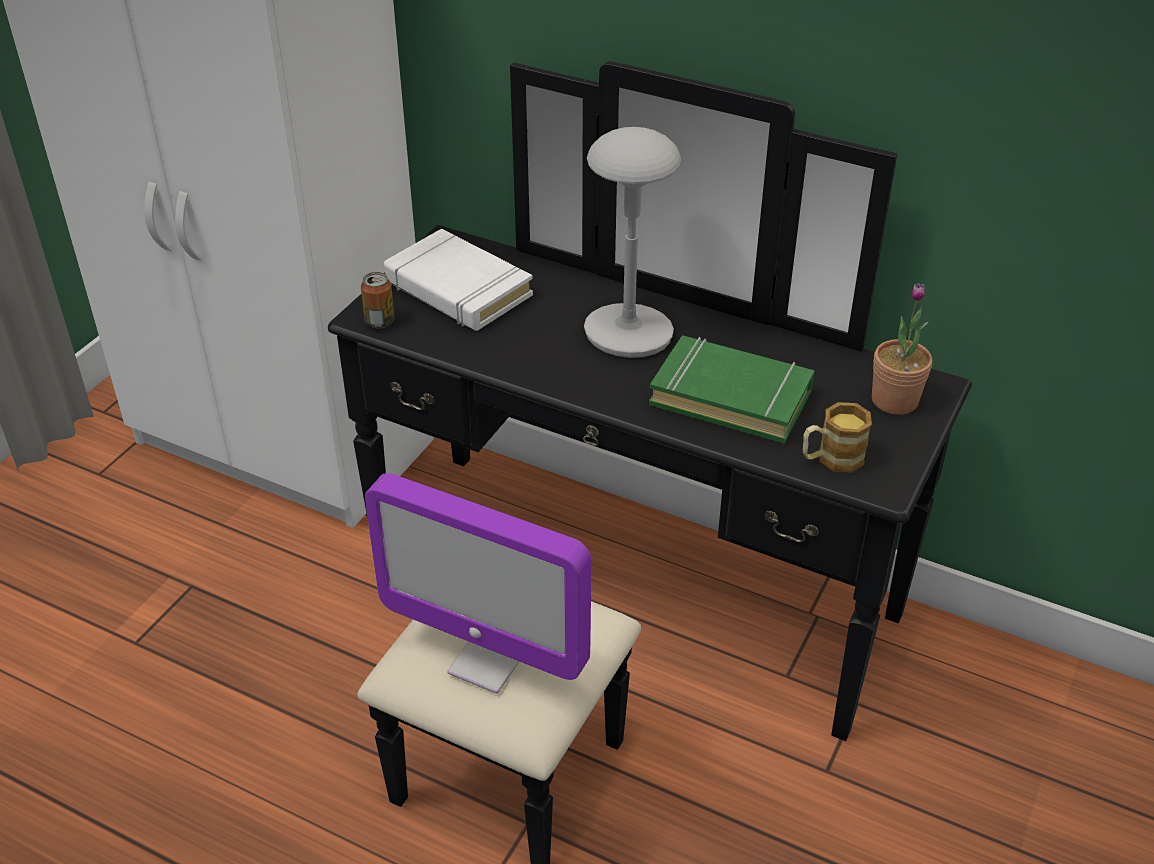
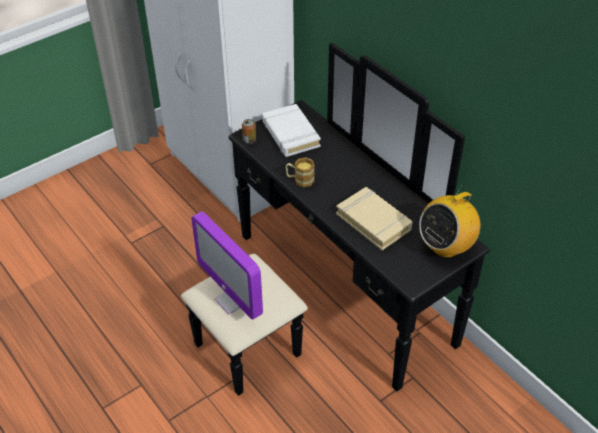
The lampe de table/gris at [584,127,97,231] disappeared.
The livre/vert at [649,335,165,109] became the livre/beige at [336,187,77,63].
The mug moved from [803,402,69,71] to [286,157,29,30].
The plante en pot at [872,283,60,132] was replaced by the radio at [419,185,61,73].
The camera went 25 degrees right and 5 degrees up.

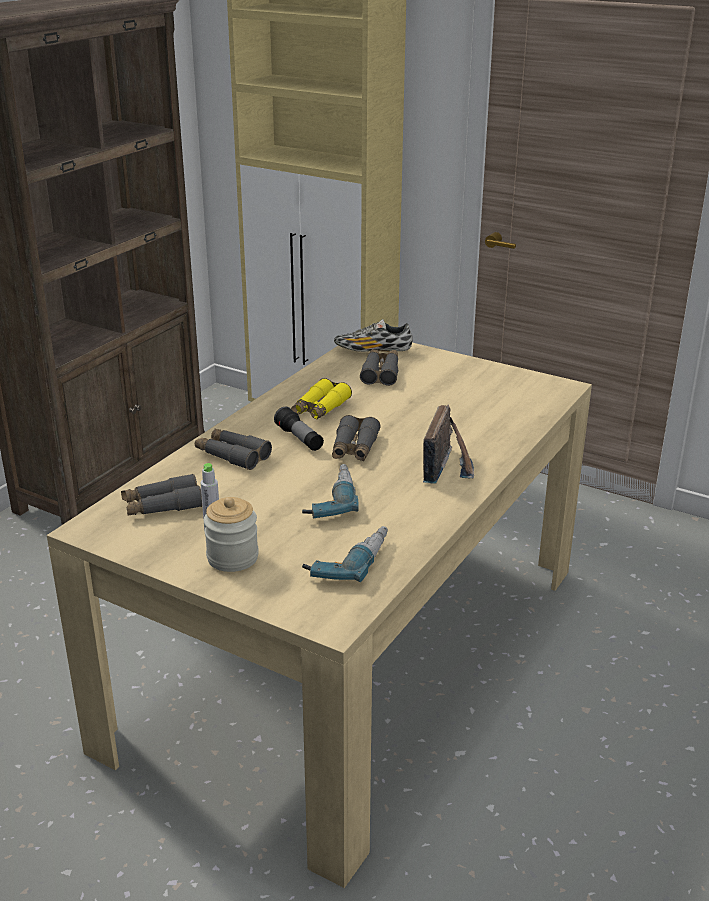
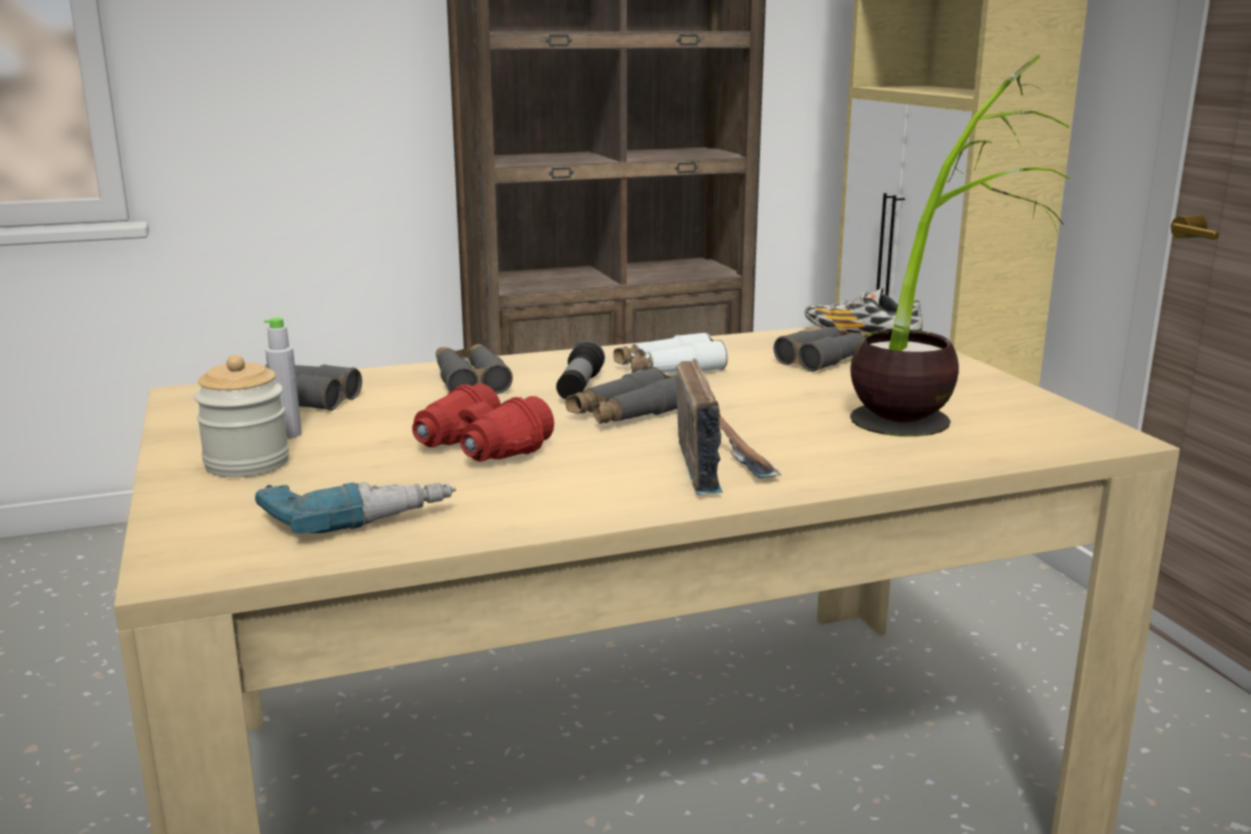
The jumelles/jaune at [291,378,61,42] became the jumelles/blanc at [613,332,115,41].
The perceuse at [302,464,56,54] was replaced by the jumelles/rouge at [412,384,142,78].
The radio at [423,404,51,80] turned 60 degrees counterclockwise.
The plante en pot at [850,55,220,382] appeared.
The camera went 40 degrees right and 10 degrees down.

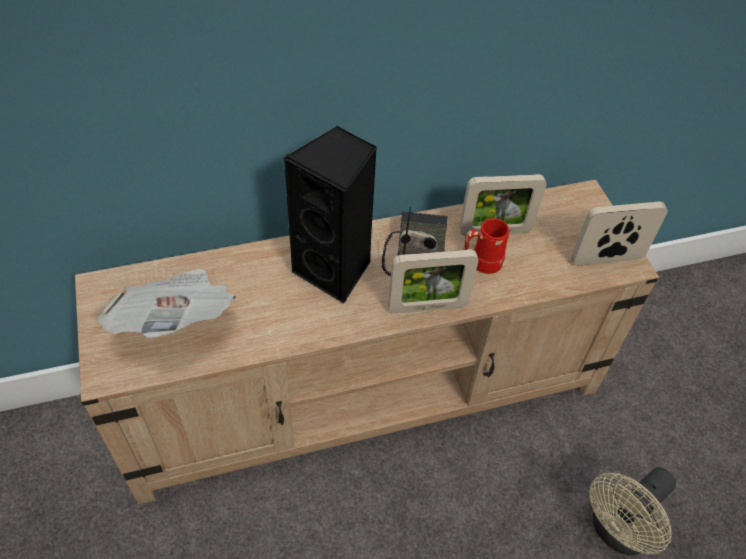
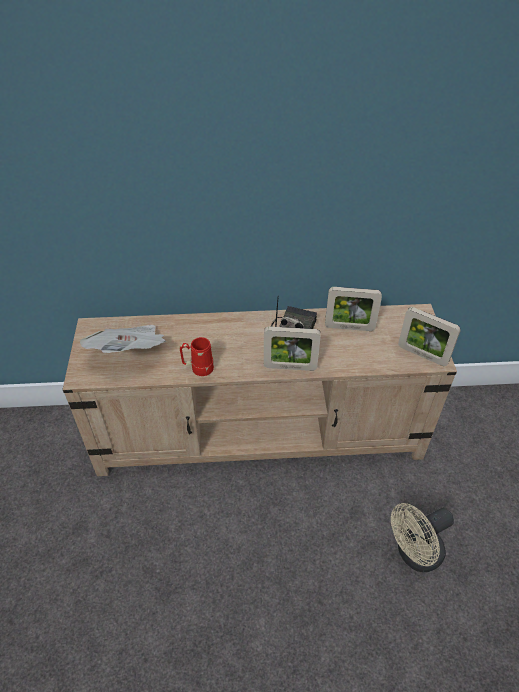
The enceinte/noir at [283,126,94,178] disappeared.
The mug/rouge moved from [463,218,46,56] to [179,337,35,39].
The cadre photo at [572,202,96,63] turned 150 degrees counterclockwise.
The camera went 15 degrees right and 5 degrees down.

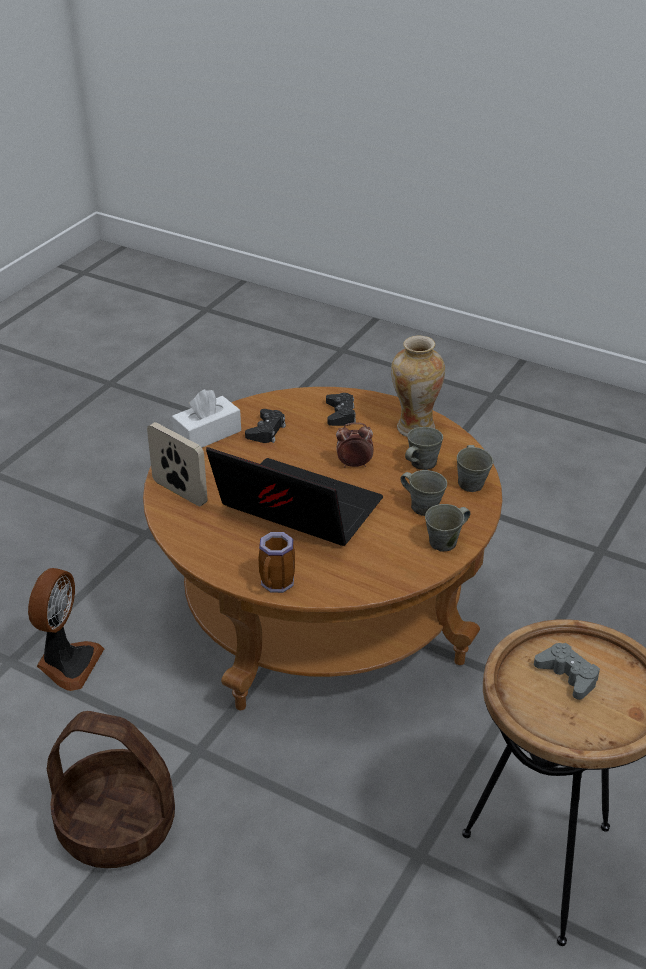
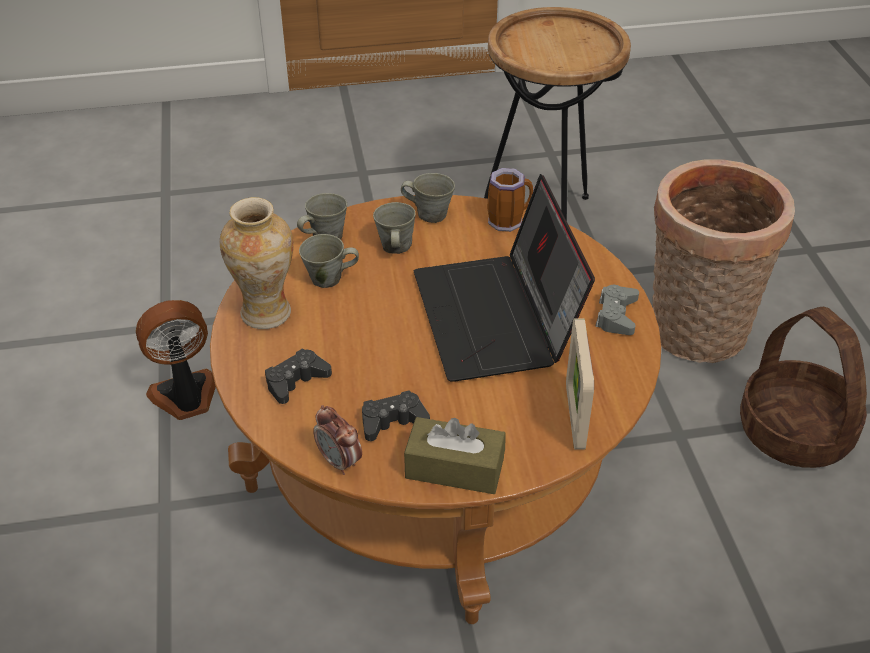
The ventilateur moved from [28,568,76,123] to [136,300,80,120].
The boîte à mouchoirs/blanc at [172,389,69,58] became the boîte à mouchoirs/marron at [404,417,102,77].
The mug moved from [259,532,36,61] to [487,168,46,64].
The réveil moved from [336,422,38,45] to [313,405,49,70].
The manette/gris moved from [534,643,66,57] to [596,285,43,50].
The panier at [653,159,142,204] appeared.
The camera went 130 degrees left and 5 degrees up.

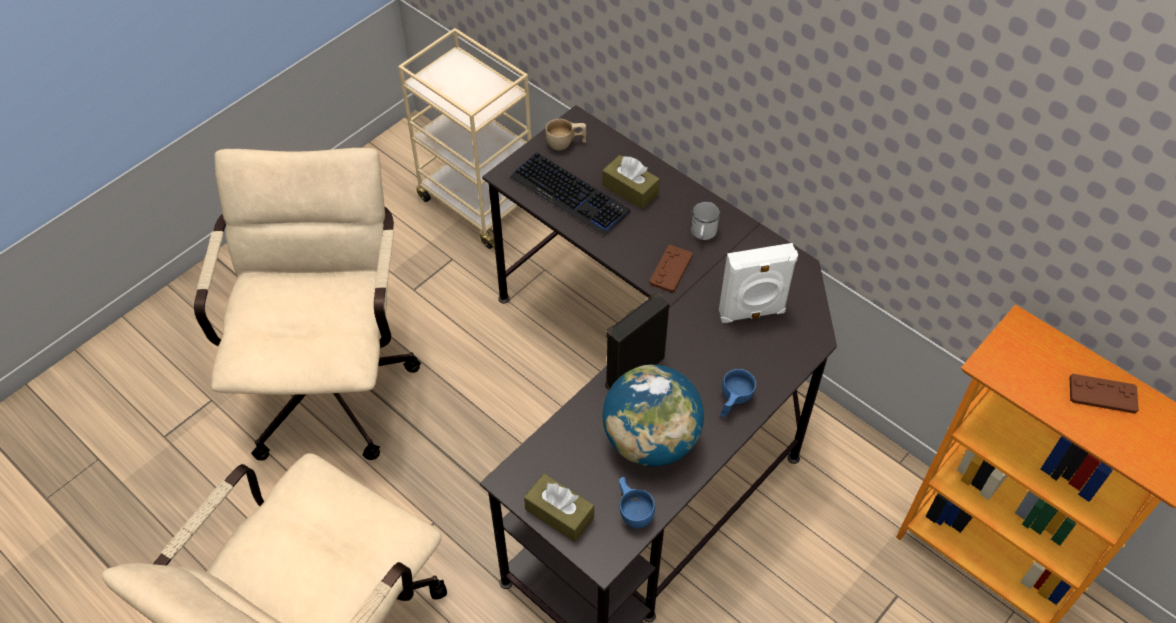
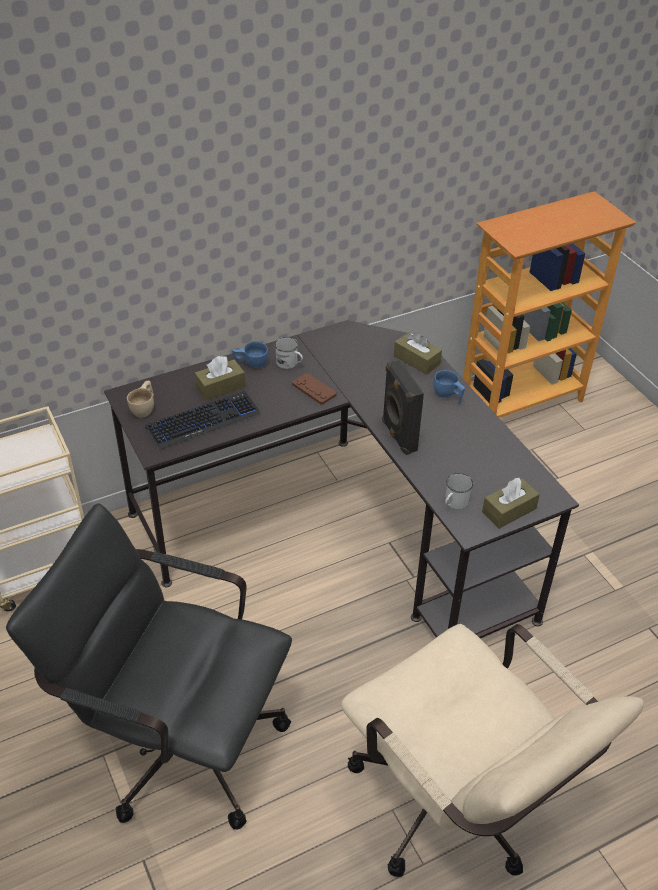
The chaise de bureau/beige at [194,148,227,313] became the chaise de bureau/noir at [6,503,286,327].
The globe at [603,365,101,102] disappeared.
The tasse/bleu moved from [619,477,36,52] to [232,341,36,27].
The enceinte/blanc at [719,243,79,80] disappeared.
The manette/marron at [1070,374,69,40] disappeared.
The boîte à mouchoirs/marron at [394,332,48,43] appeared.
The mug/blanc at [445,473,28,37] appeared.
The camera went 70 degrees left and 10 degrees down.

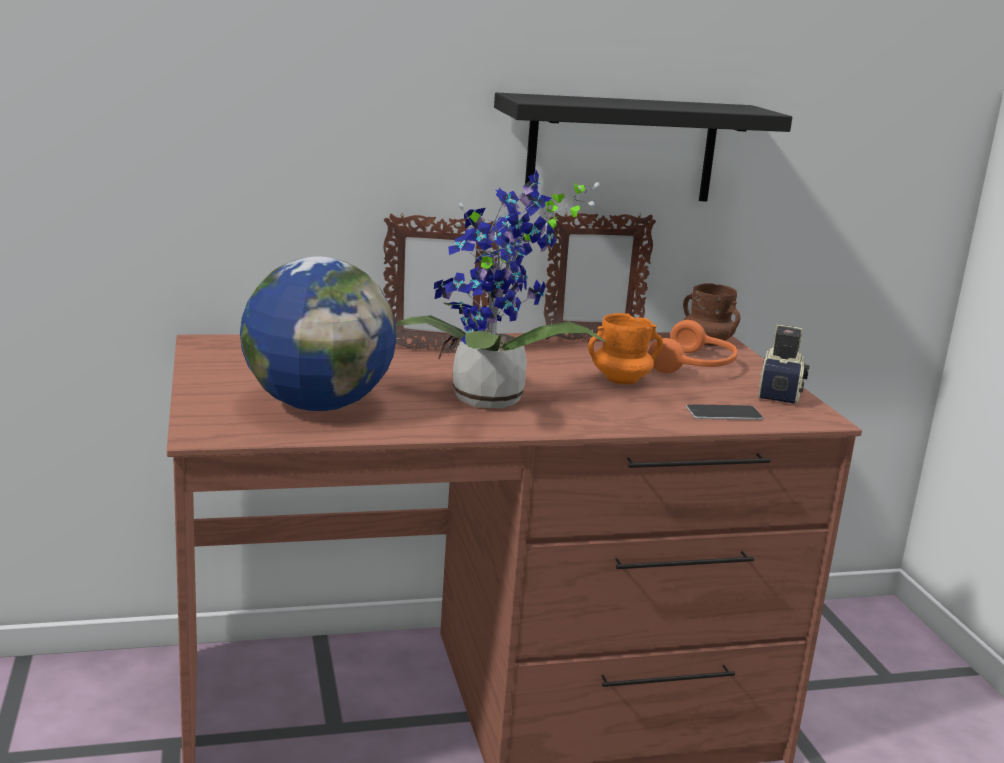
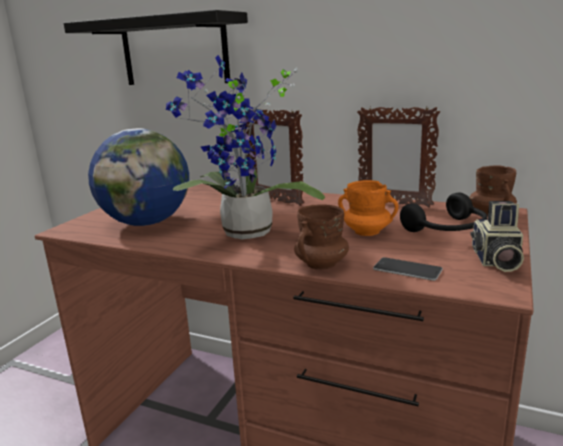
The étagère/noir moved from [494,93,298,108] to [64,10,184,75].
The casque audio/orange at [648,320,90,53] became the casque audio/noir at [400,193,87,39].
The appareil photo at [758,325,52,79] turned 135 degrees clockwise.
The mug/marron at [294,204,55,66] appeared.
The camera went 40 degrees right and 0 degrees up.

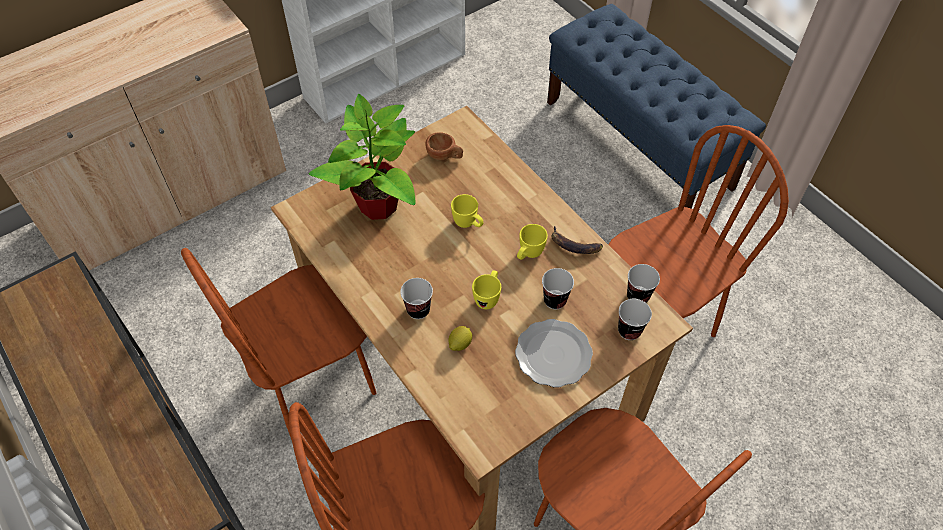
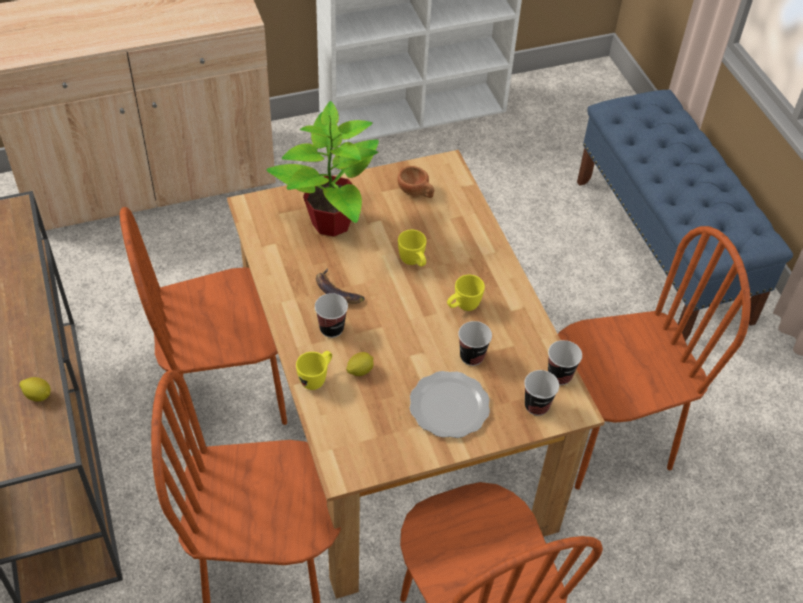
The mug/jaune moved from [472,270,29,39] to [296,351,36,39].
The banane moved from [551,226,52,28] to [316,269,49,35].
The citron at [19,377,32,25] appeared.
The camera went 15 degrees right and 5 degrees down.

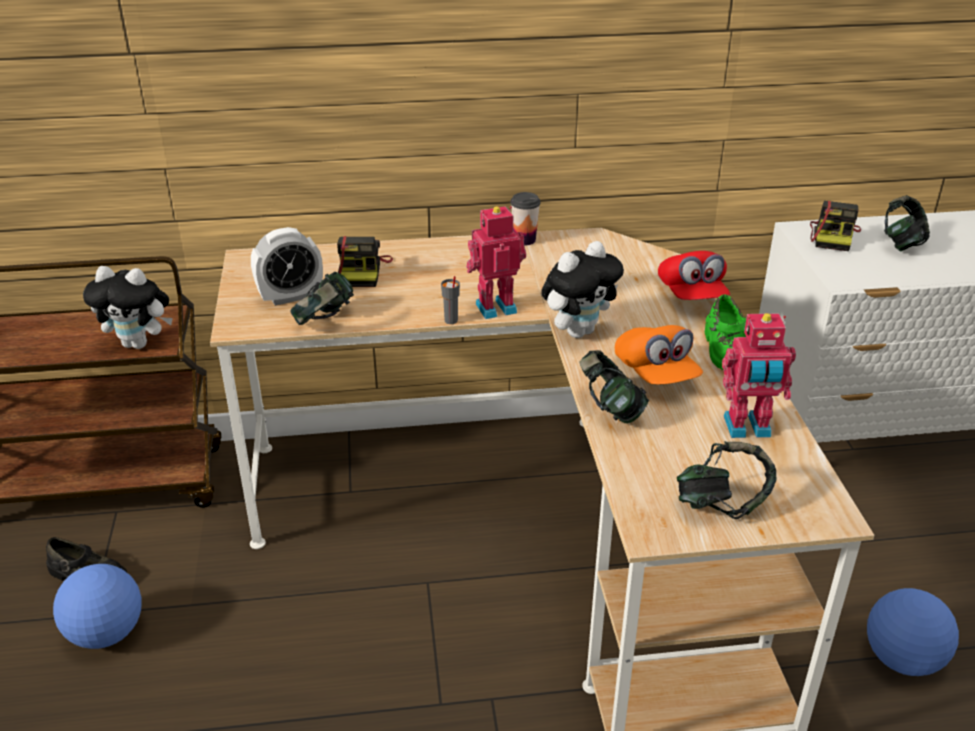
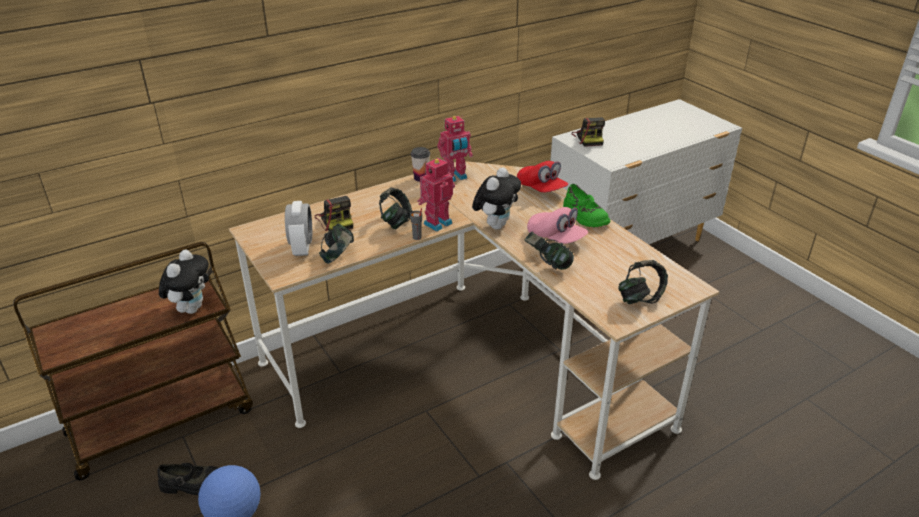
The peluche at [83,266,90,83] turned 60 degrees counterclockwise.
The réveil at [251,227,72,79] turned 45 degrees counterclockwise.
The casquette/orange at [615,325,88,59] became the casquette/rose at [527,207,61,37].
The robot jouet moved from [722,313,74,125] to [437,116,36,66].
The ballon de foot at [867,588,92,88] disappeared.
The casque audio moved from [884,195,46,56] to [379,188,33,41].
The camera went 25 degrees left and 0 degrees up.

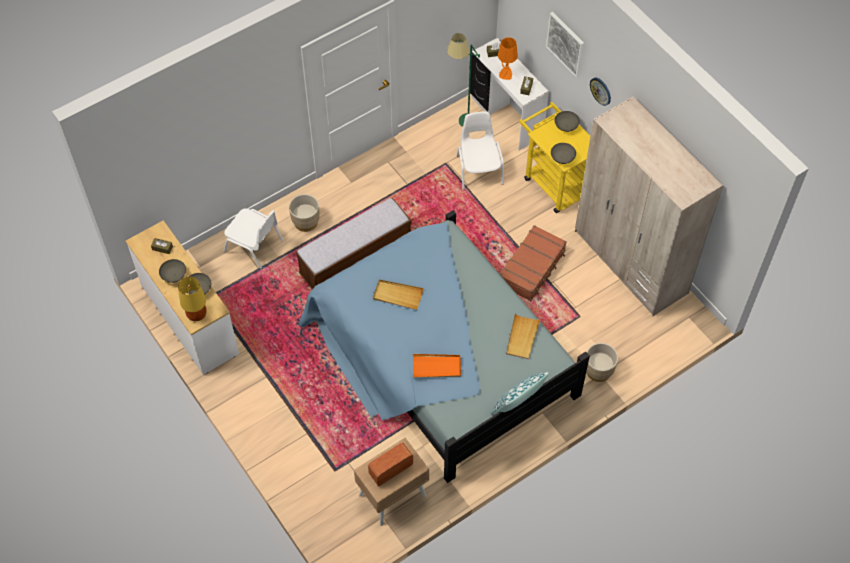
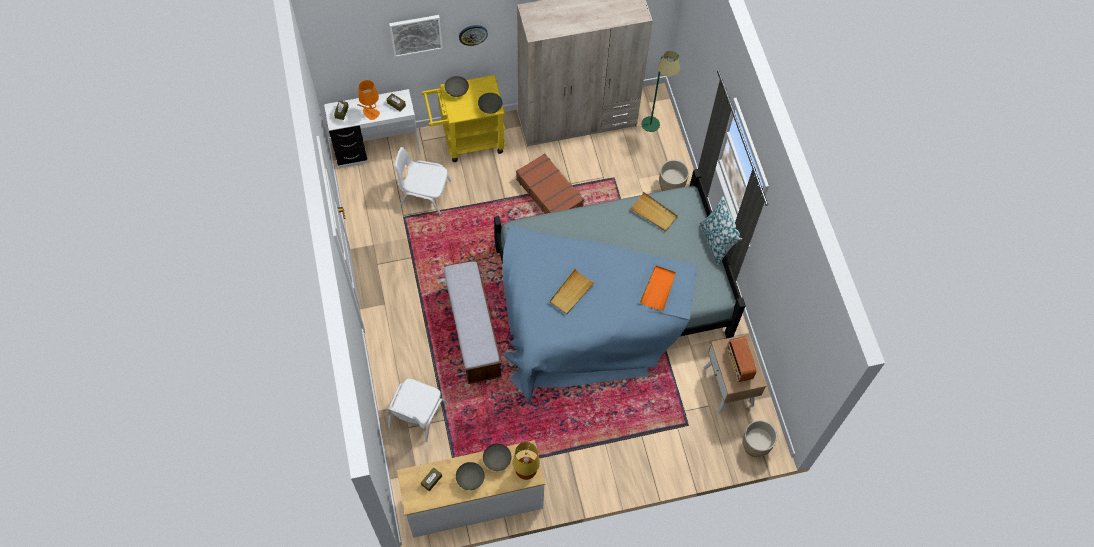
The chaise/blanc at [223,208,60,61] turned 150 degrees clockwise.
The cache-pot/beige moved from [289,194,31,38] to [742,420,35,37].
The lampadaire/vert moved from [447,33,33,94] to [641,51,39,81].
The camera went 70 degrees left and 5 degrees up.

